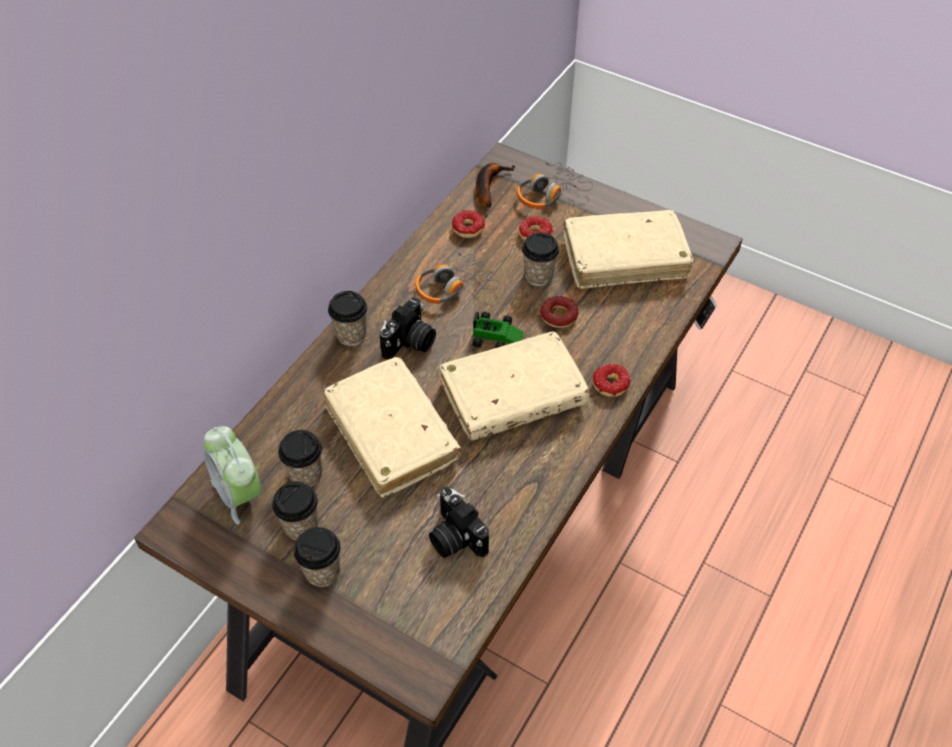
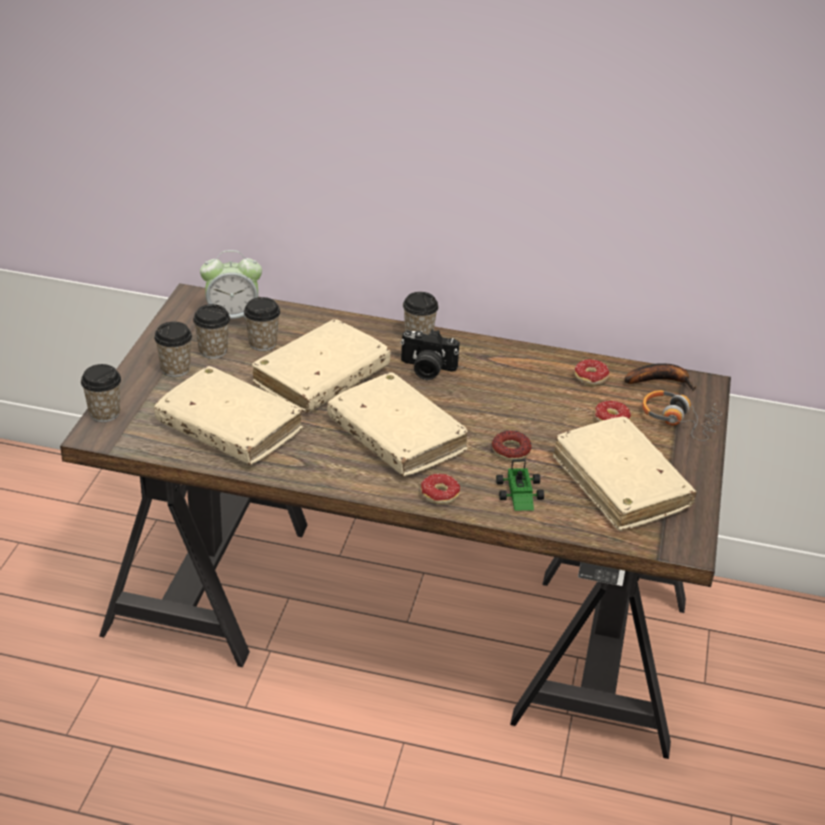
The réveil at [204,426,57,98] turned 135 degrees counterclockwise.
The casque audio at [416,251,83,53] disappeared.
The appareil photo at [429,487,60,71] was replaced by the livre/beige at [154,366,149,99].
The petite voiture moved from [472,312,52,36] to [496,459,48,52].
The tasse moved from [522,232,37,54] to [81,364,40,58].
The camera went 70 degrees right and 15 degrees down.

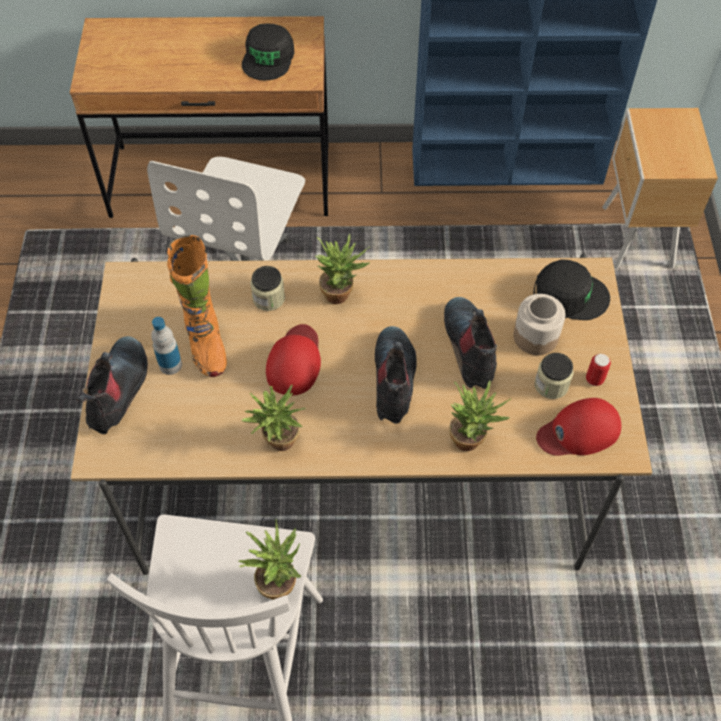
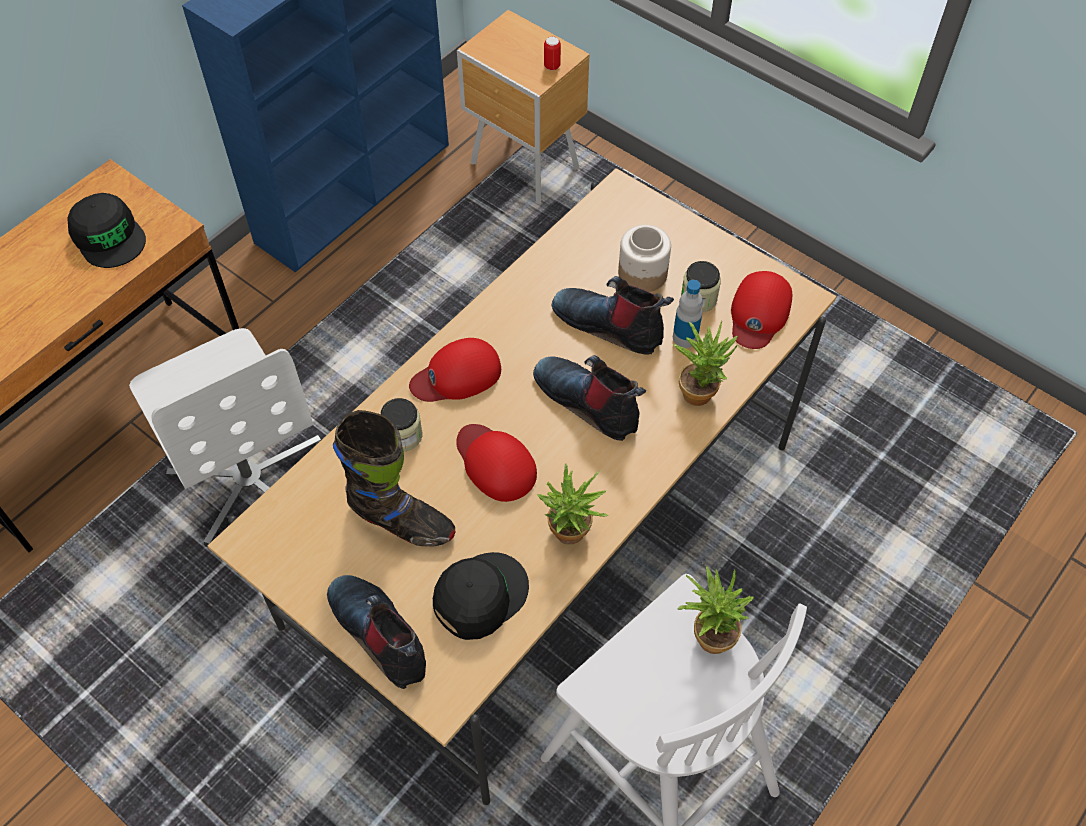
The bouteille moved from [151,317,31,58] to [673,280,30,68].
The botte/orange at [167,235,60,142] became the botte/noir at [333,410,123,137].
The plante en pot at [315,234,54,70] was replaced by the casquette/rouge at [409,338,92,64].
The casquette/noir moved from [534,259,76,61] to [433,552,96,88].
The boîte métallique moved from [586,354,25,32] to [544,37,17,34].
The camera went 50 degrees left and 0 degrees up.

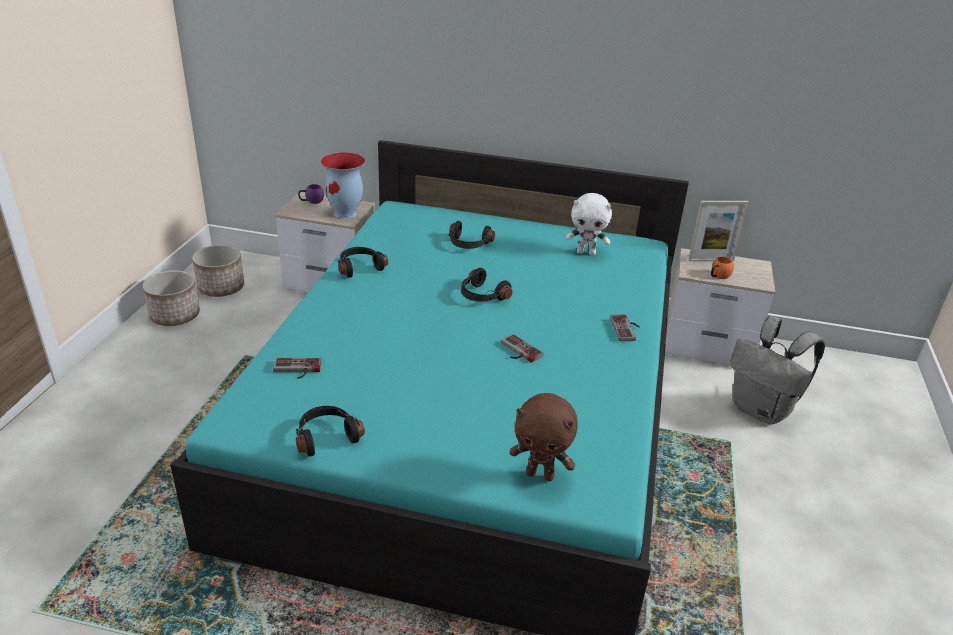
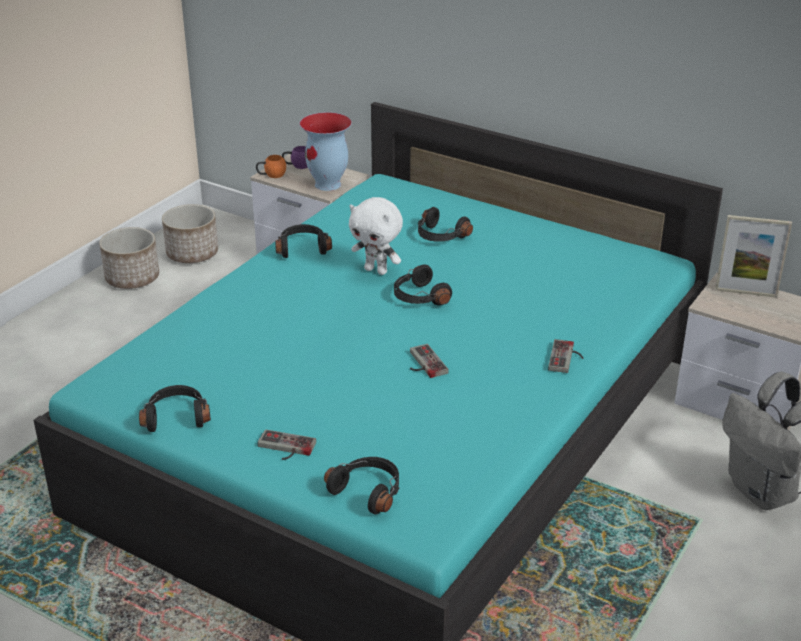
The manette moved from [273,358,49,21] to [258,430,58,30].
The peluche/marron at [509,393,69,88] was replaced by the casque audio/noir at [324,457,76,58].
The peluche/blanc moved from [566,193,46,62] to [349,197,54,78].
The mug/orange moved from [711,257,23,22] to [256,155,30,23].
The camera went 20 degrees right and 0 degrees up.

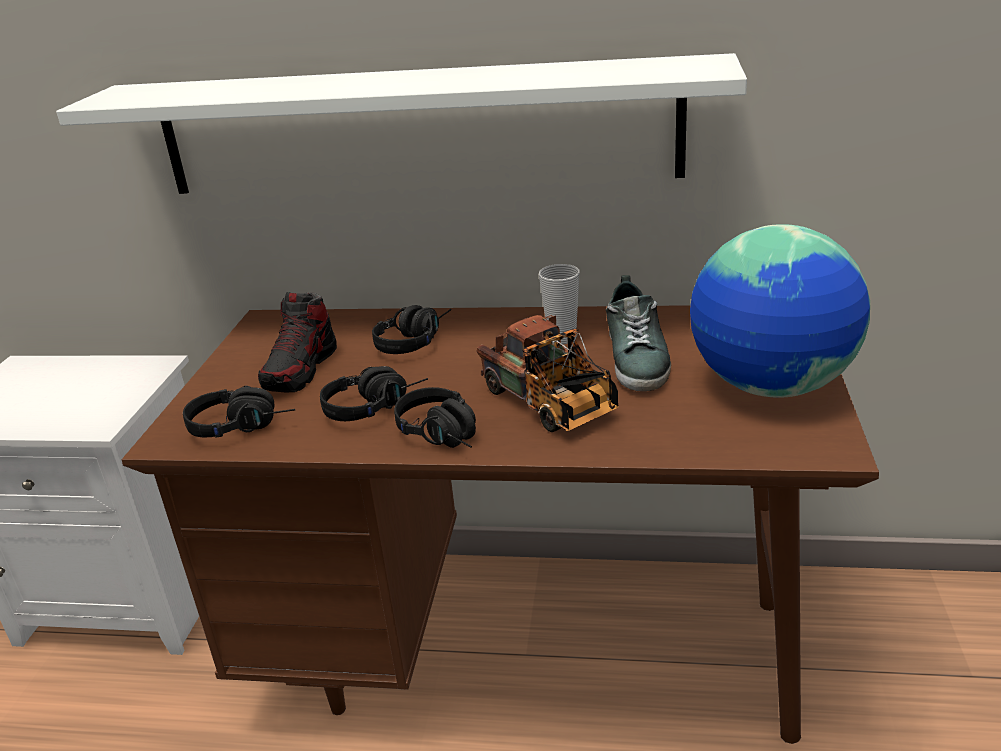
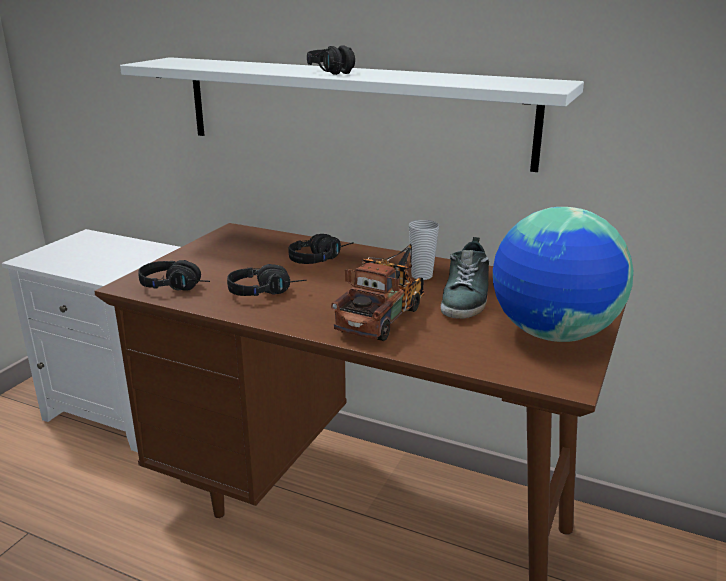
The chaussure at [258,292,79,100] disappeared.
The casque audio/noir moved from [394,387,82,61] to [307,45,48,30].
The camion jouet at [477,315,142,117] turned 135 degrees counterclockwise.
The camera went 15 degrees right and 5 degrees down.

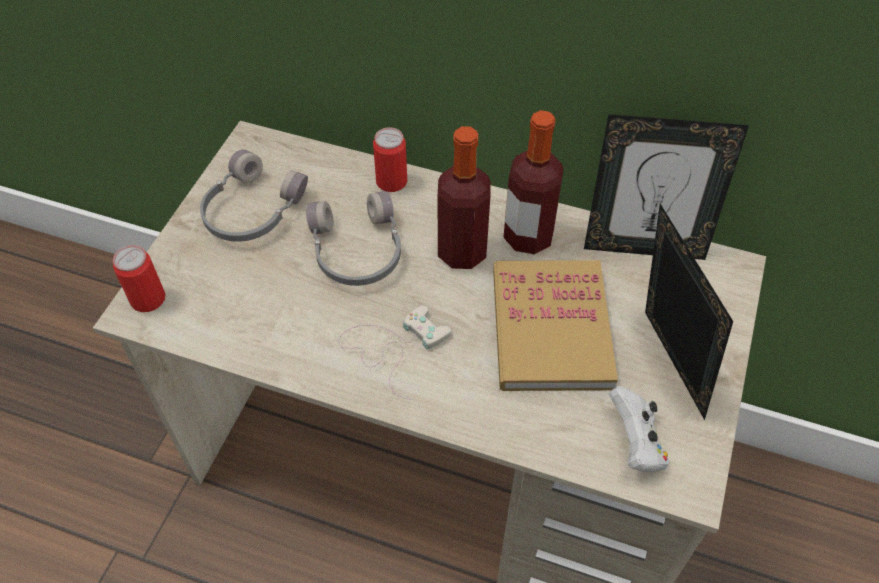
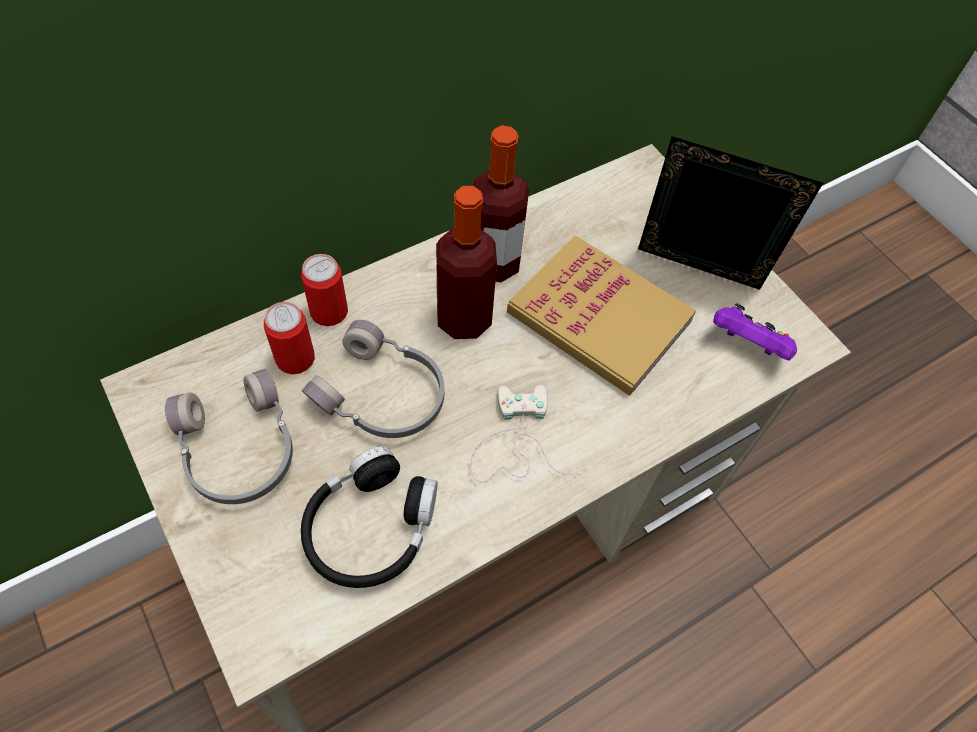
The boîte métallique moved from [113,245,53,67] to [264,302,51,72].
The cadre photo at [584,114,165,146] disappeared.
The manette/blanc at [608,386,61,86] became the manette/violet at [713,303,84,58].
The casque audio/noir at [301,446,137,142] appeared.
The camera went 55 degrees left and 5 degrees up.

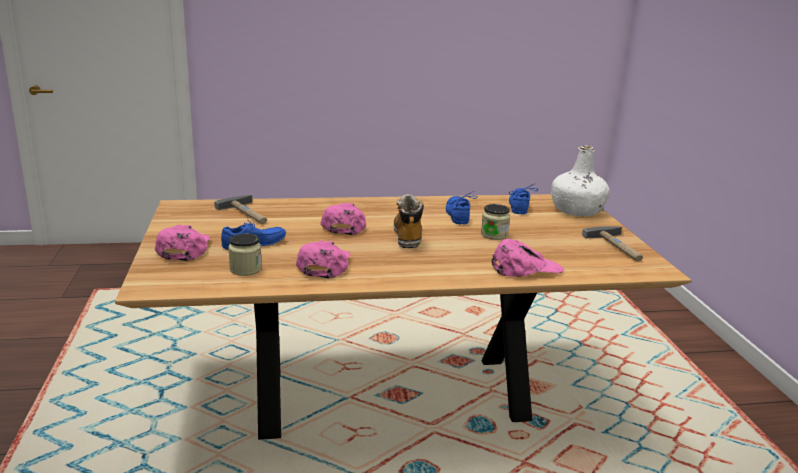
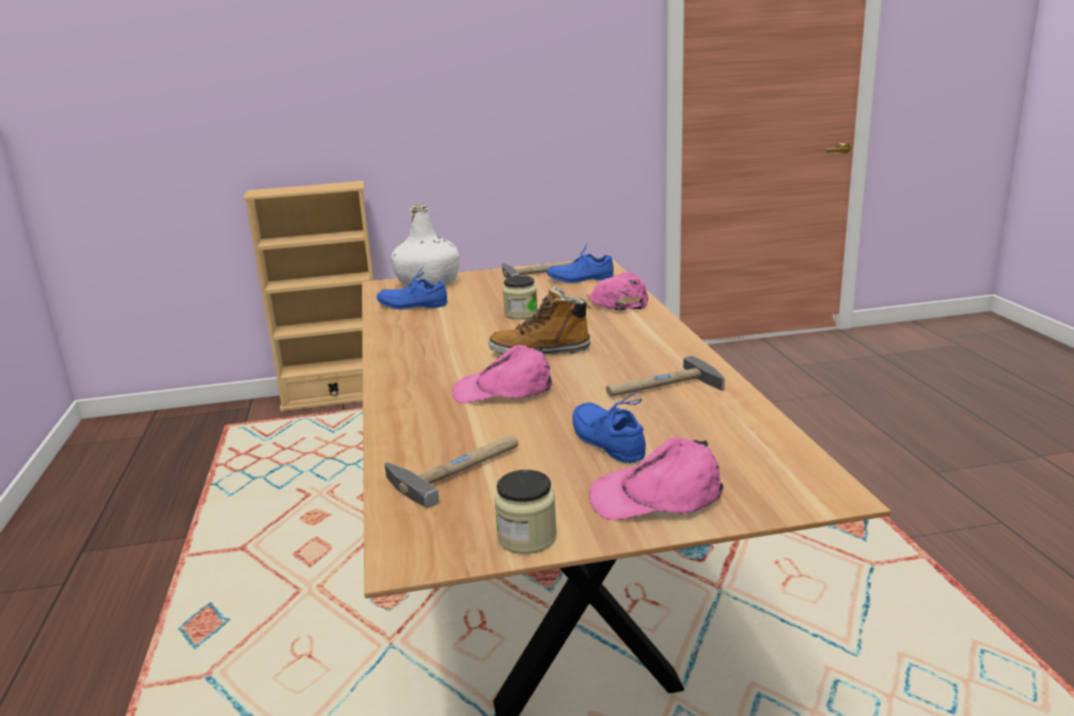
The bocal moved from [228,234,34,42] to [494,470,63,84].
The casquette/rose at [296,240,54,38] was replaced by the marteau at [606,356,119,41].
The chaussure/bleu moved from [446,191,31,34] to [547,244,67,39].
The bibliothèque/beige at [243,181,131,231] appeared.
The camera went 90 degrees left and 0 degrees up.

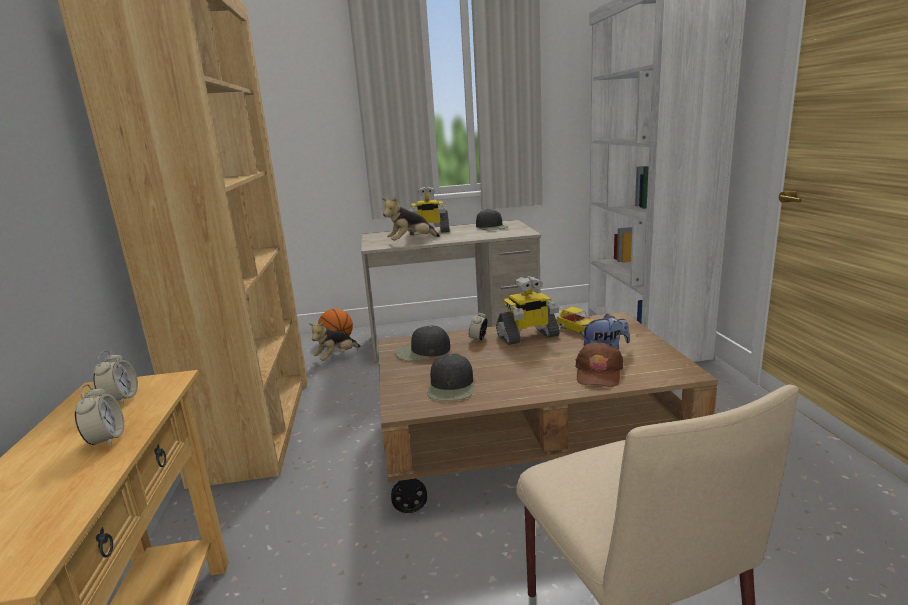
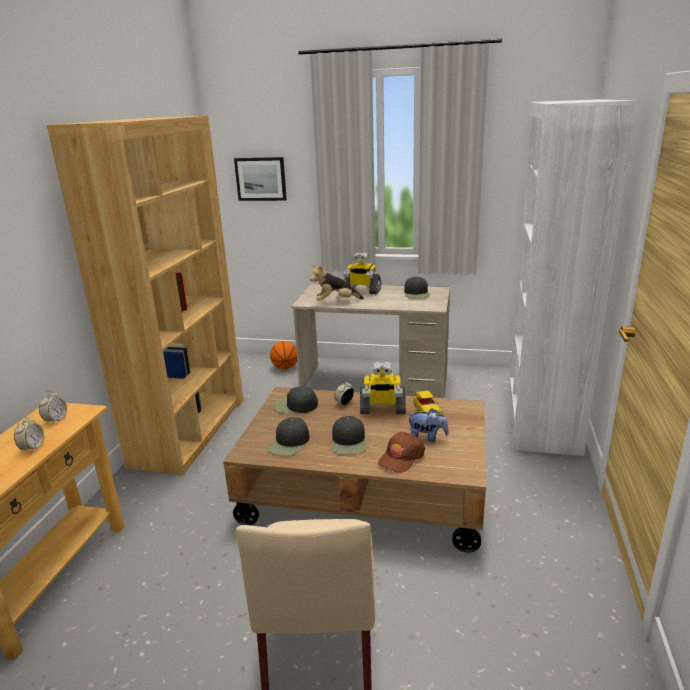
The peluche at [309,321,51,40] disappeared.
The tableau at [234,157,53,44] appeared.
The casquette/noir at [332,416,34,39] appeared.
The camera went 20 degrees right and 5 degrees up.

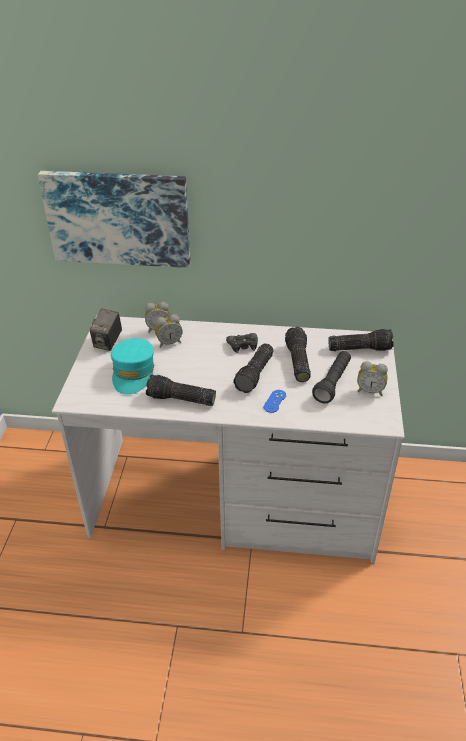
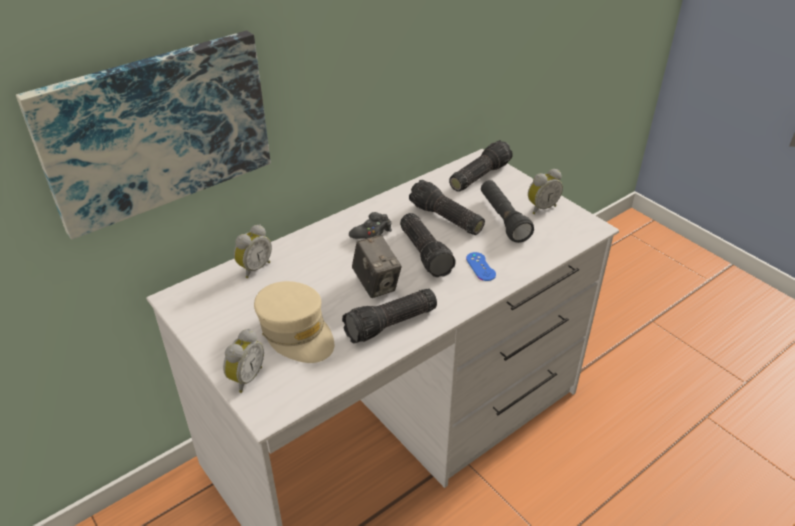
The appareil photo moved from [90,309,32,42] to [352,235,50,63].
The casquette/turquoise at [111,338,44,57] became the casquette/beige at [254,281,80,82].
The réveil moved from [155,314,28,34] to [223,329,41,64].
The camera went 45 degrees left and 0 degrees up.

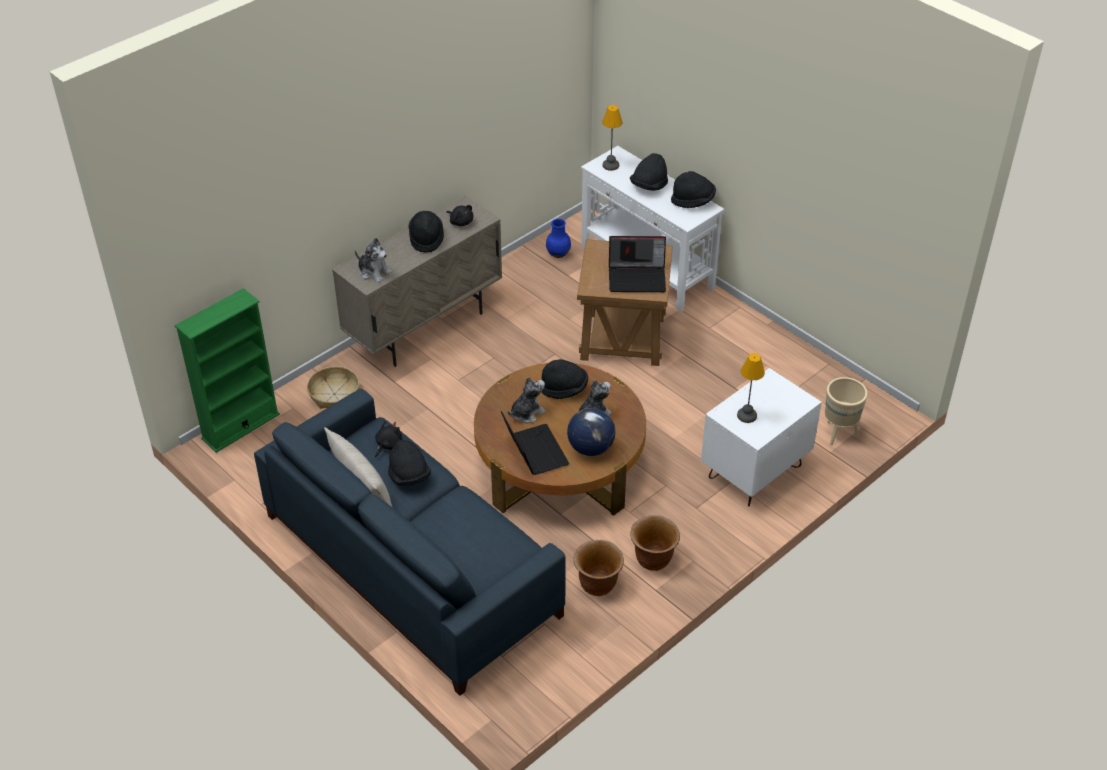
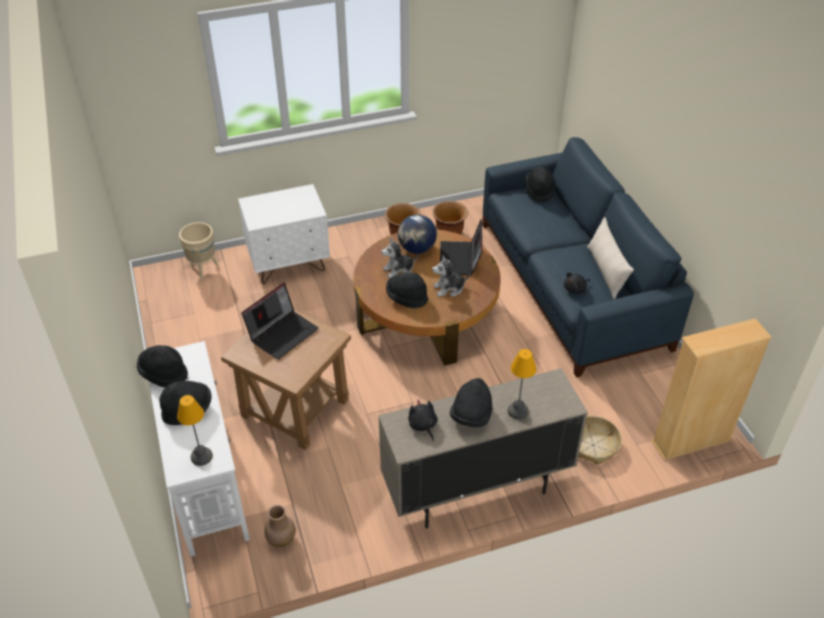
The bibliothèque/vert at [175,288,105,165] became the bibliothèque/beige at [651,318,121,142].
The peluche at [355,238,37,45] disappeared.
The chapeau/noir moved from [388,440,43,46] to [525,167,30,35].
The vase/bleu at [546,219,25,39] became the vase/marron at [264,505,32,42].
The ordinateur portable at [609,236,57,56] turned 105 degrees clockwise.
The lampe de table moved from [737,353,28,70] to [508,349,28,70].
The camera went 155 degrees left and 0 degrees up.

